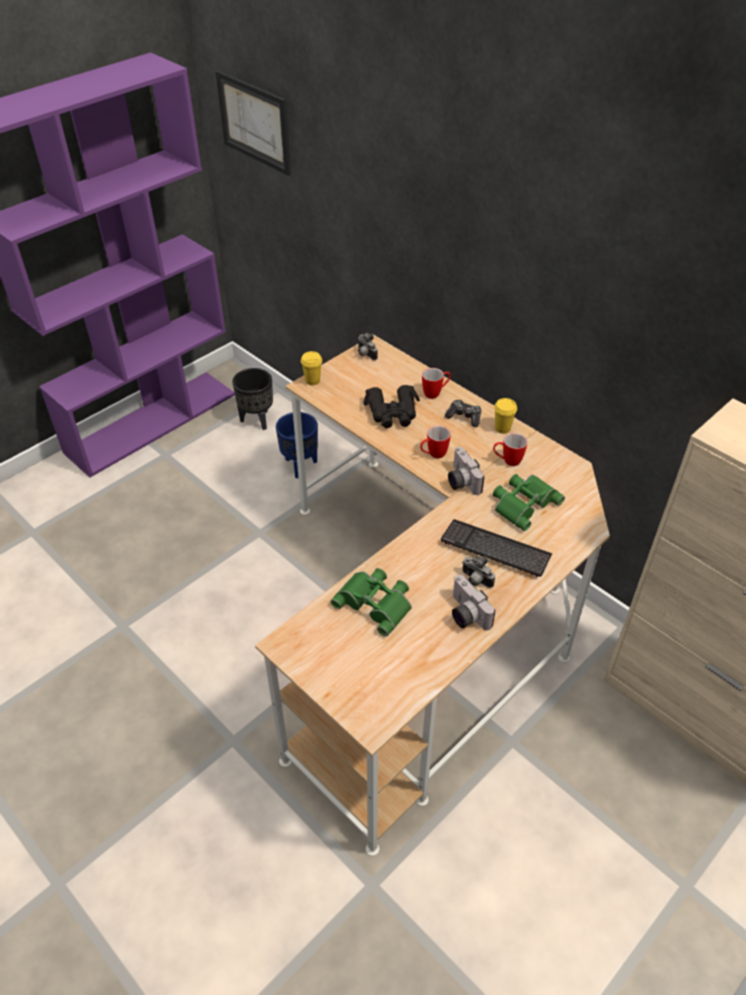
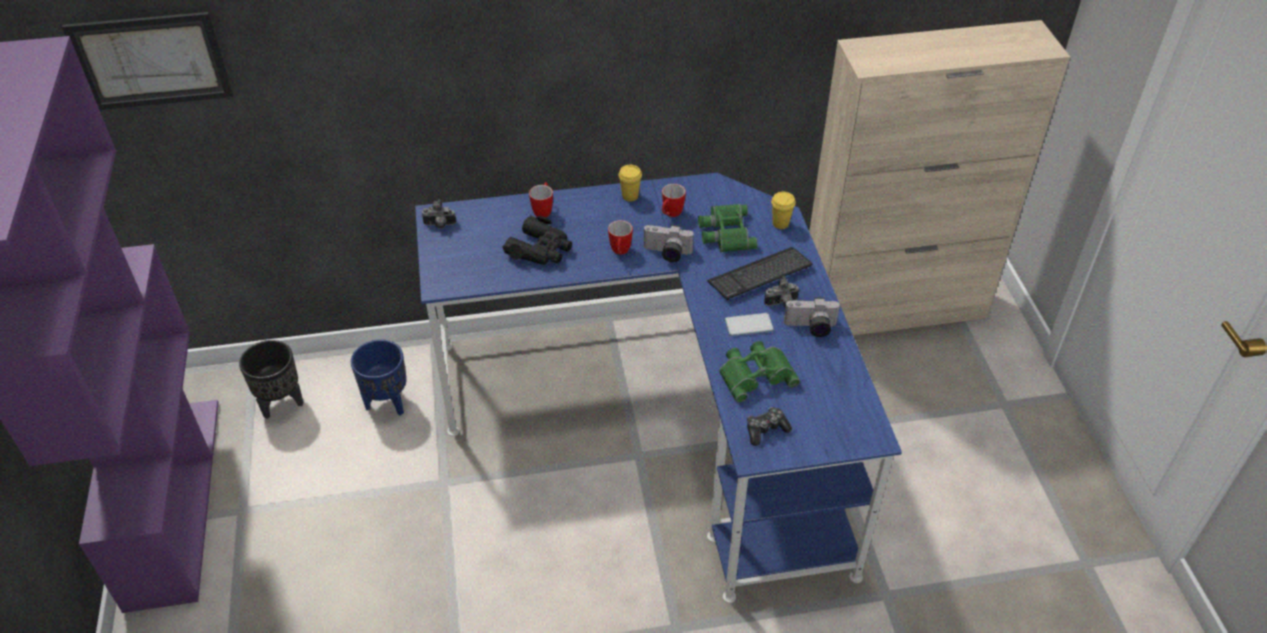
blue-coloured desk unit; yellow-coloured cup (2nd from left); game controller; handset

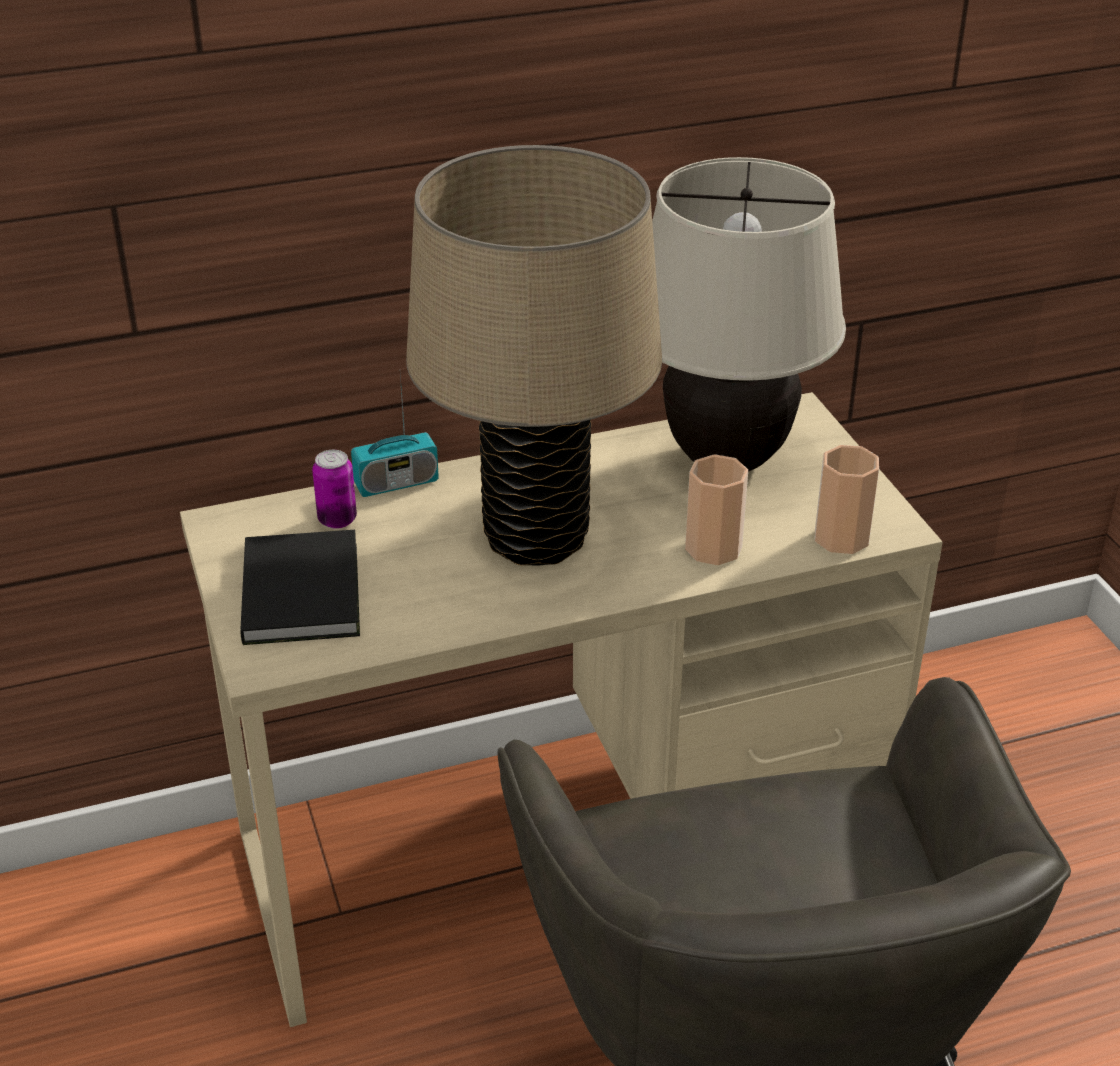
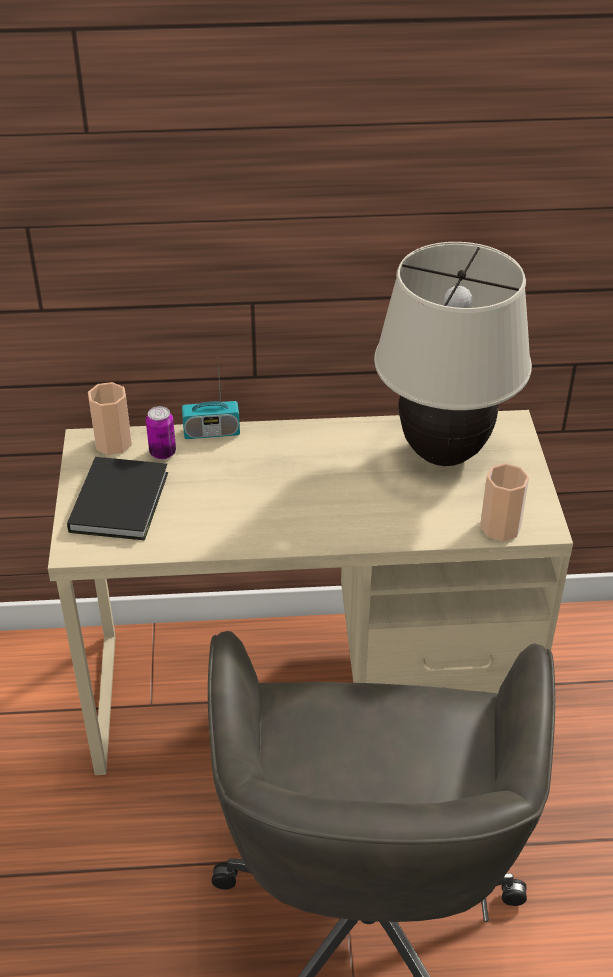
sand-coloured table lamp (1st from left in the first image); cup (1st from left)

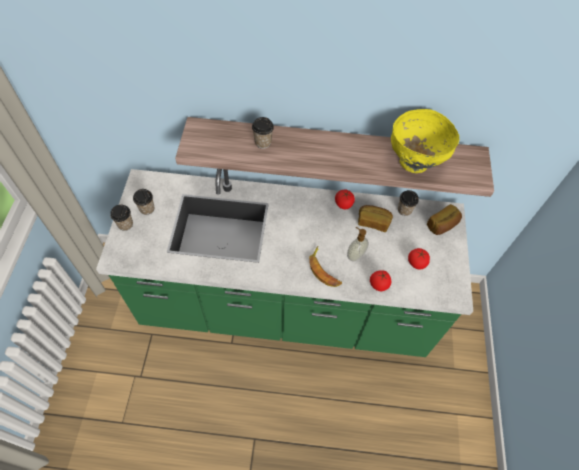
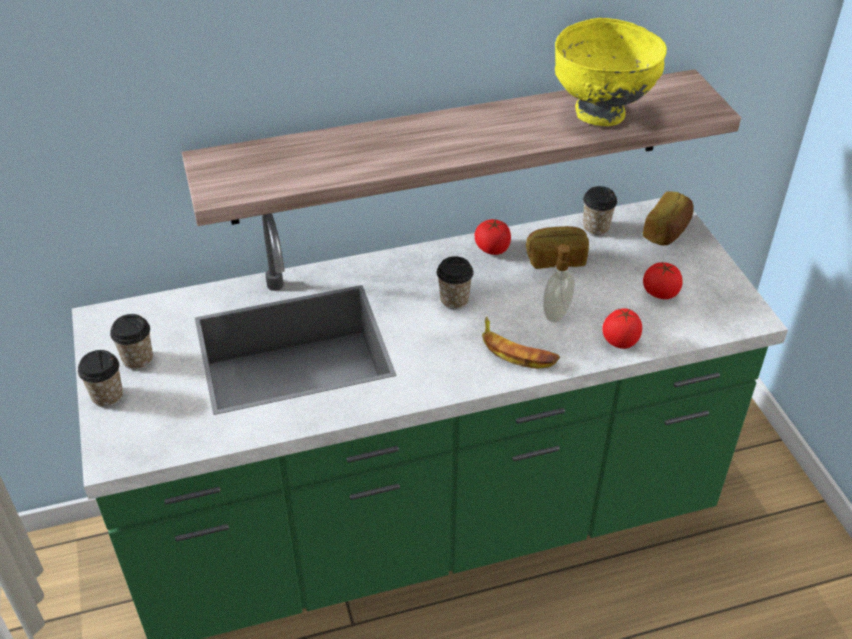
cup (3rd from left)

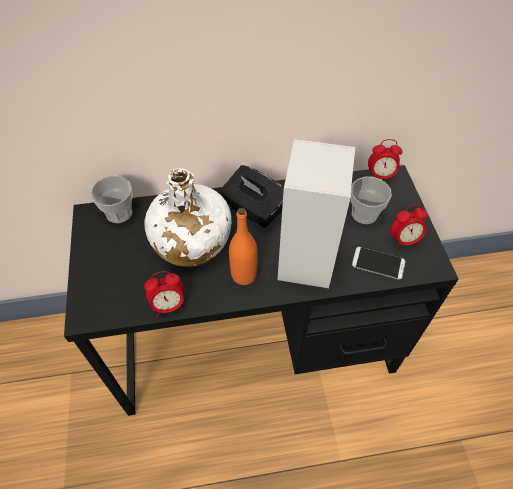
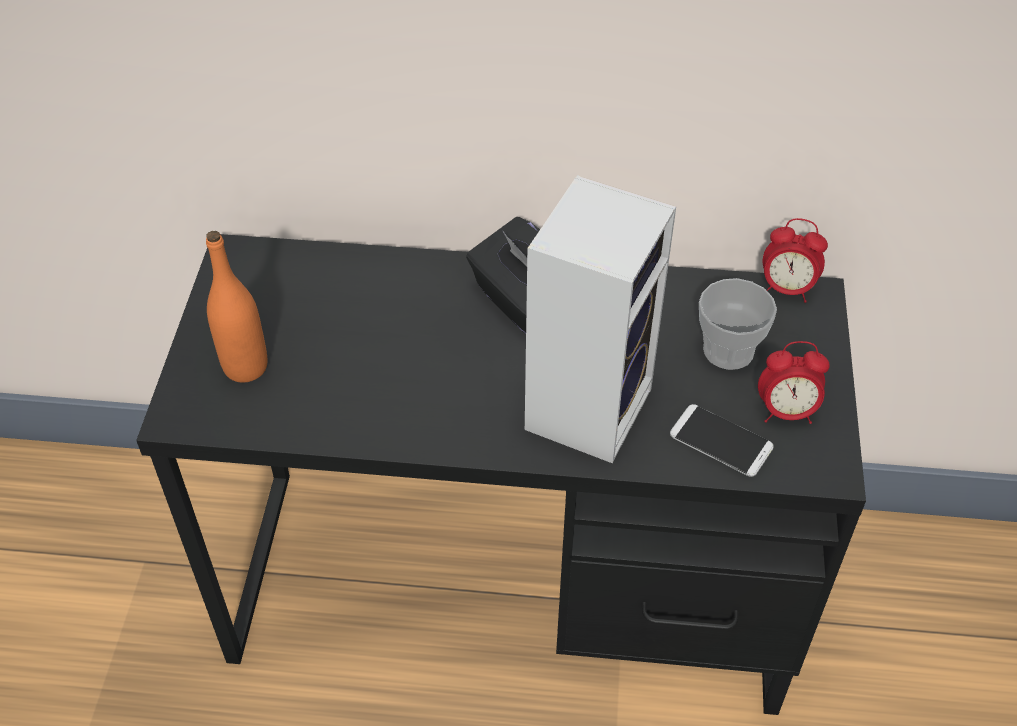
white-coloured bottle; cup (1st from left in the first image); orange-coloured bottle; bedside clock (1st from left in the first image)

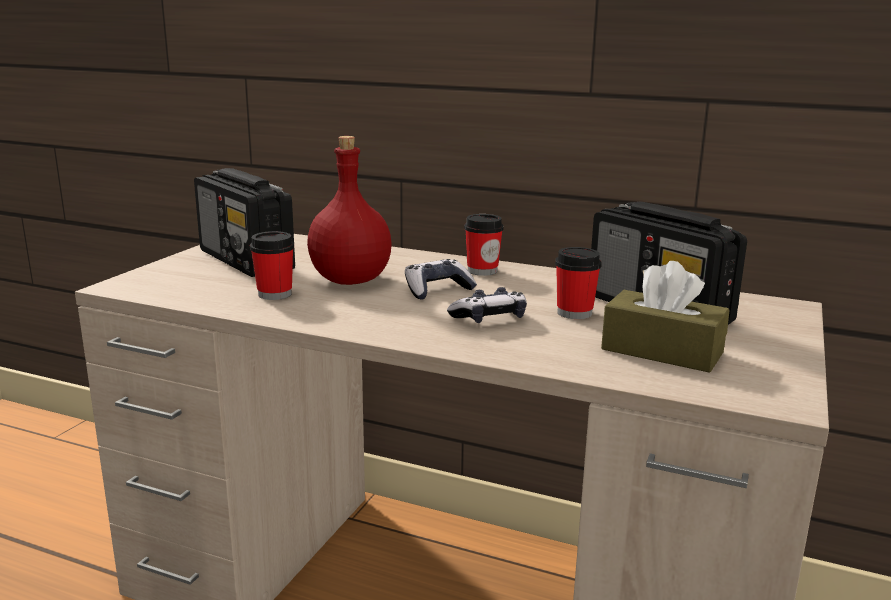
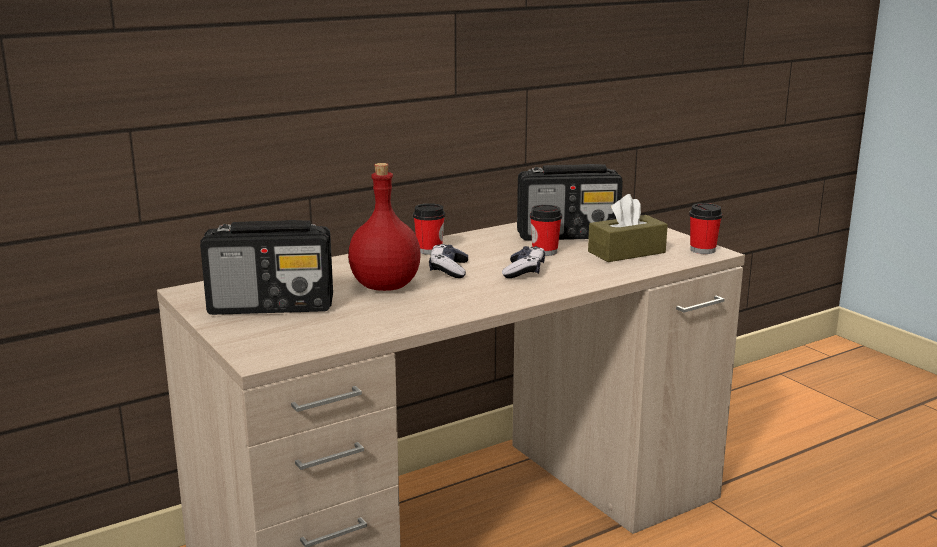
cup (3rd from left)

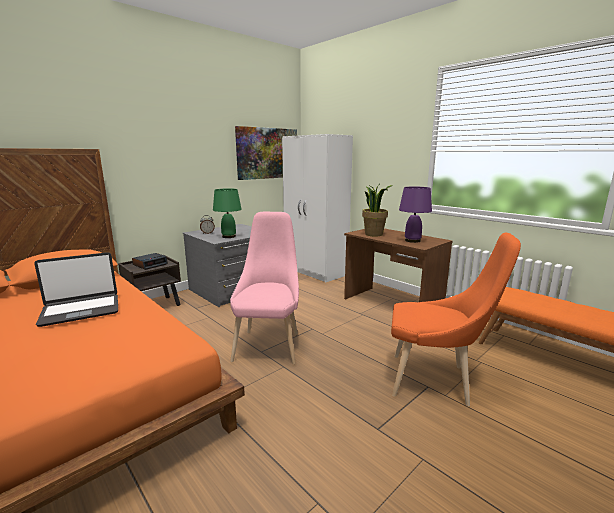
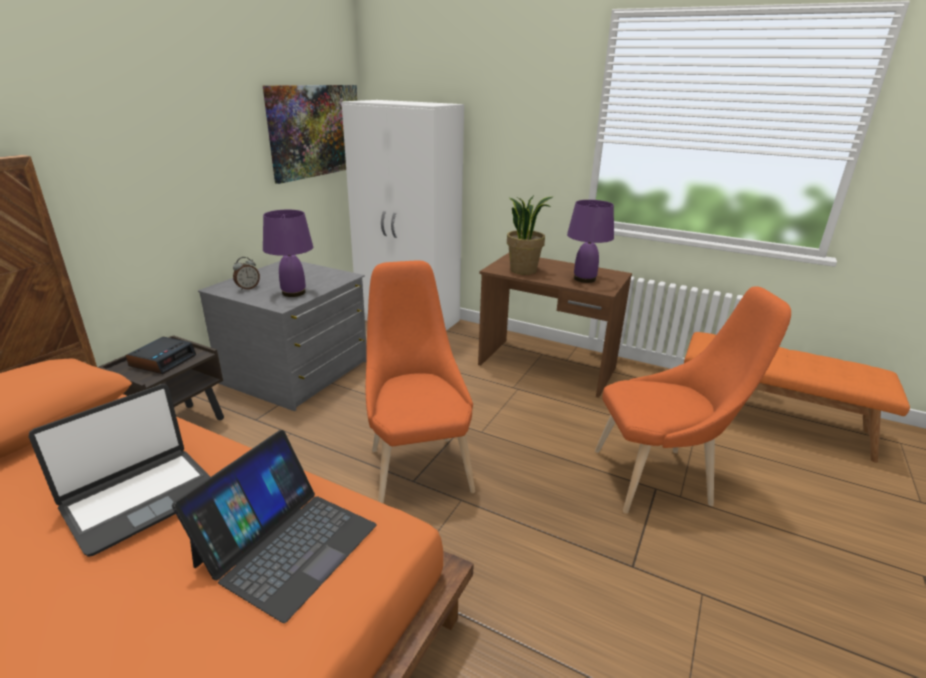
purplish table lamp (1st from left); orange-coloured upright chair (1st from left); notebook computer (2nd from left)

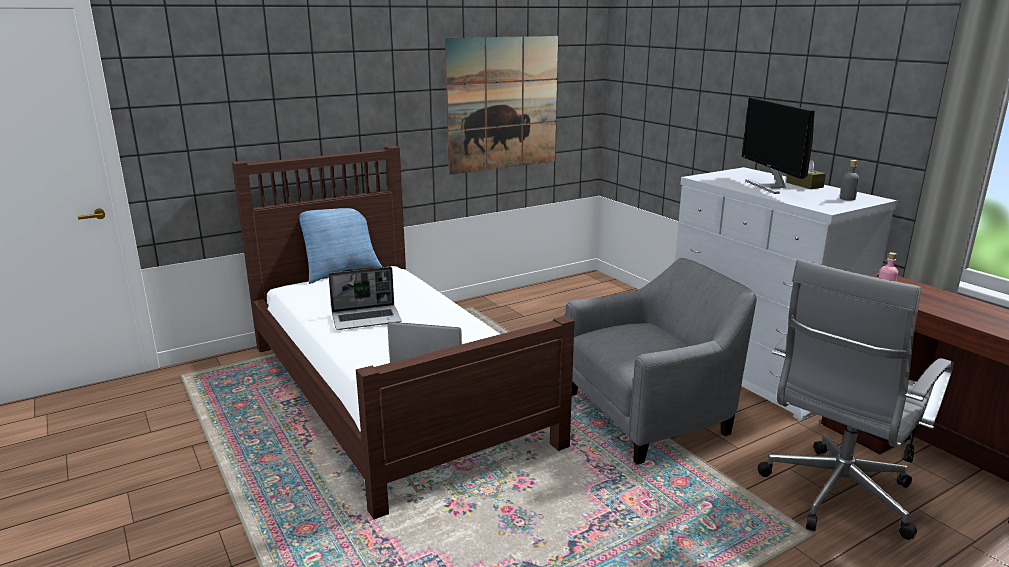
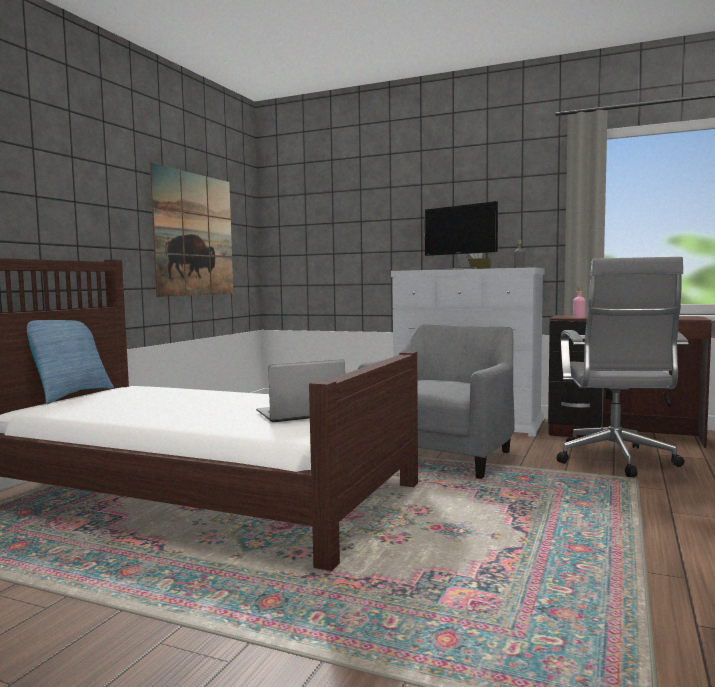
notebook computer (1st from left in the first image)

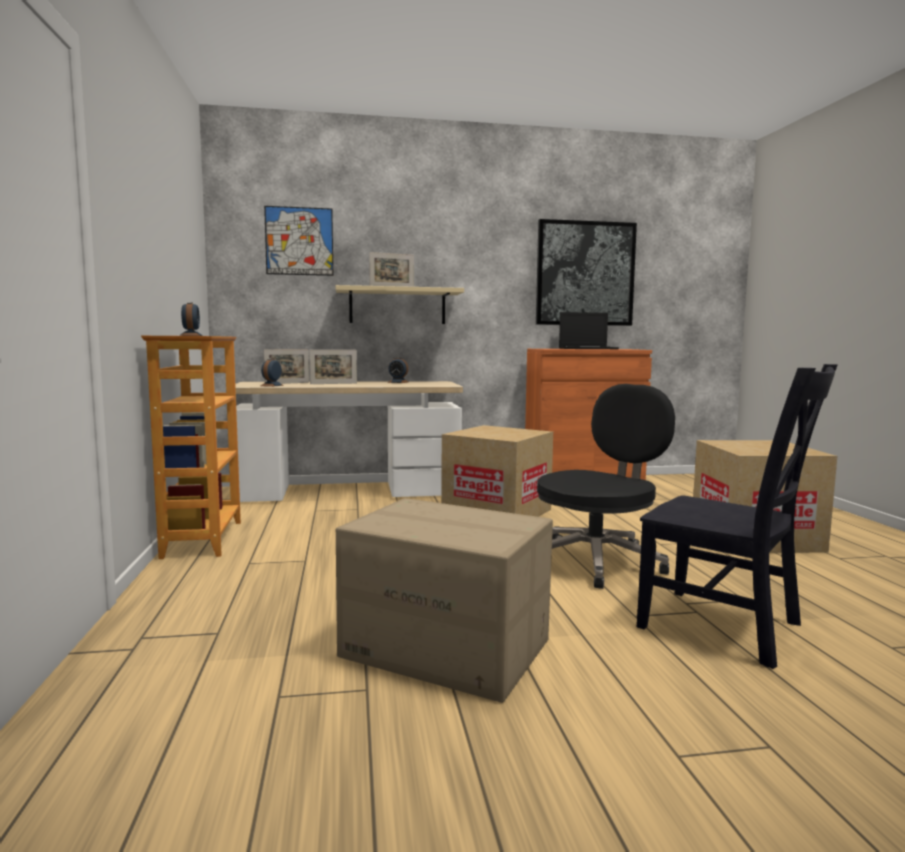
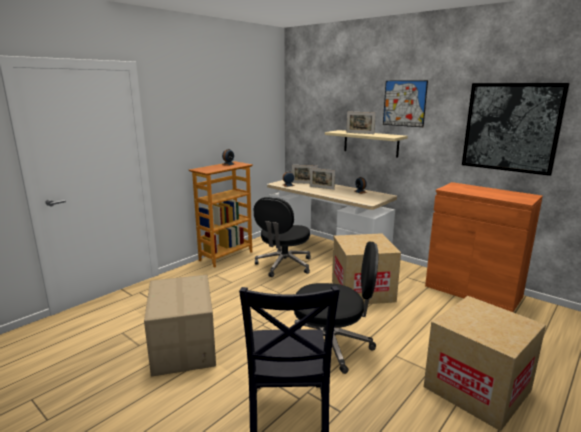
picture (1st from left); notebook computer; black-coloured computer chair (1st from left)

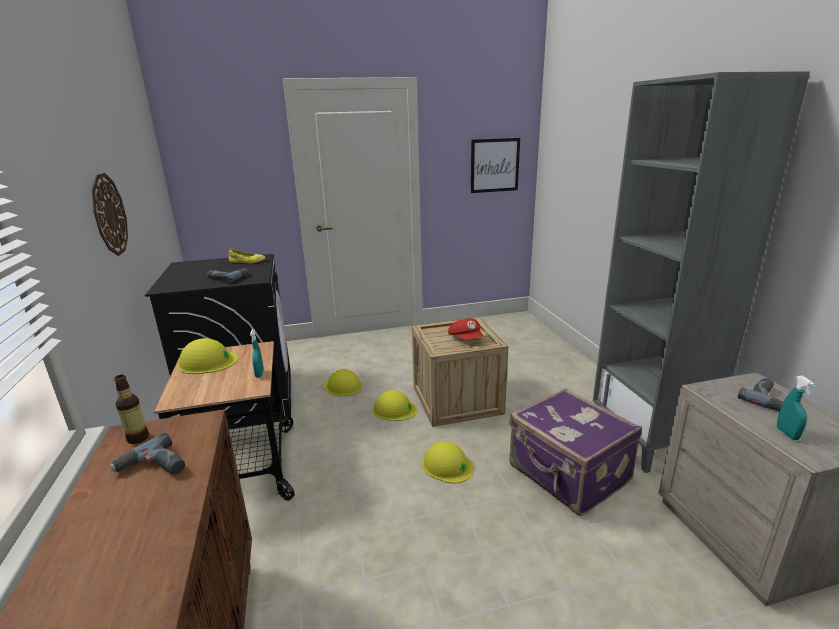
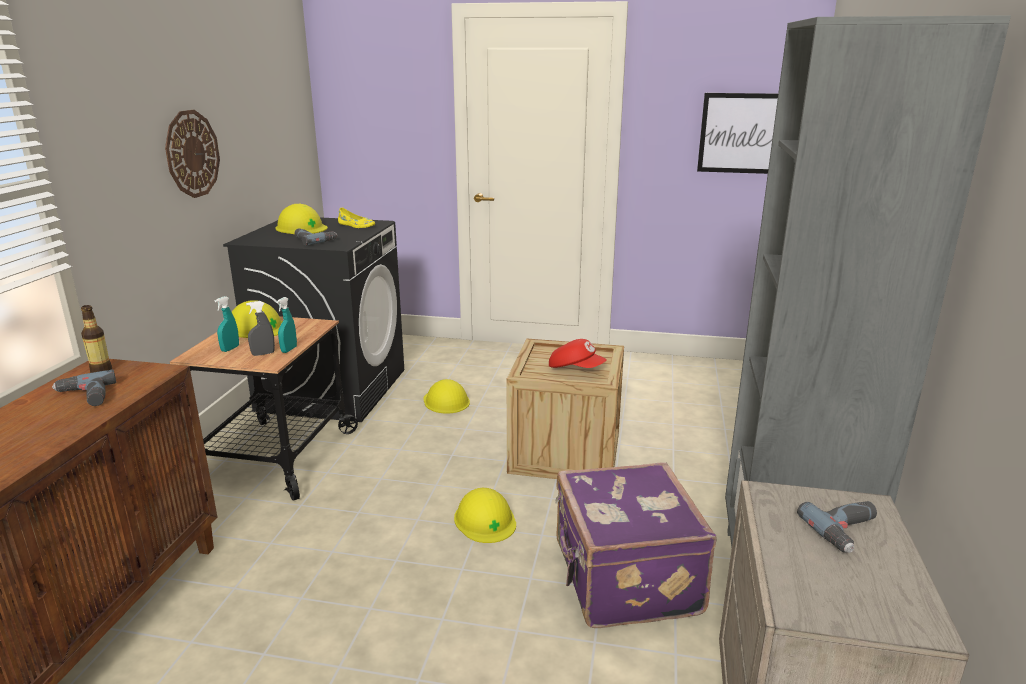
red peaked cap; blue-green hand sprayer (1st from left); yellow-coloured hard hat (2nd from left); grey hand sprayer

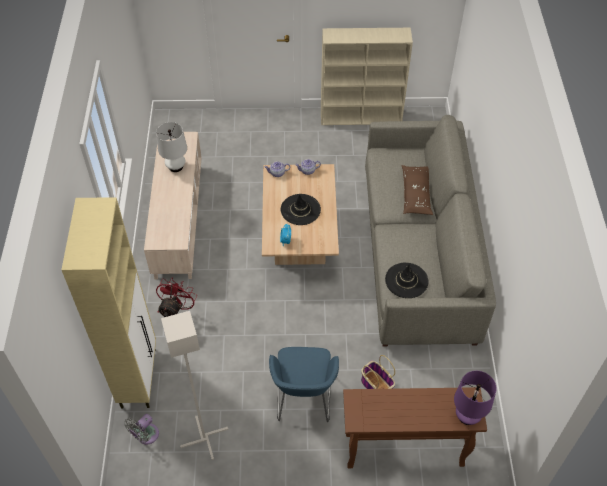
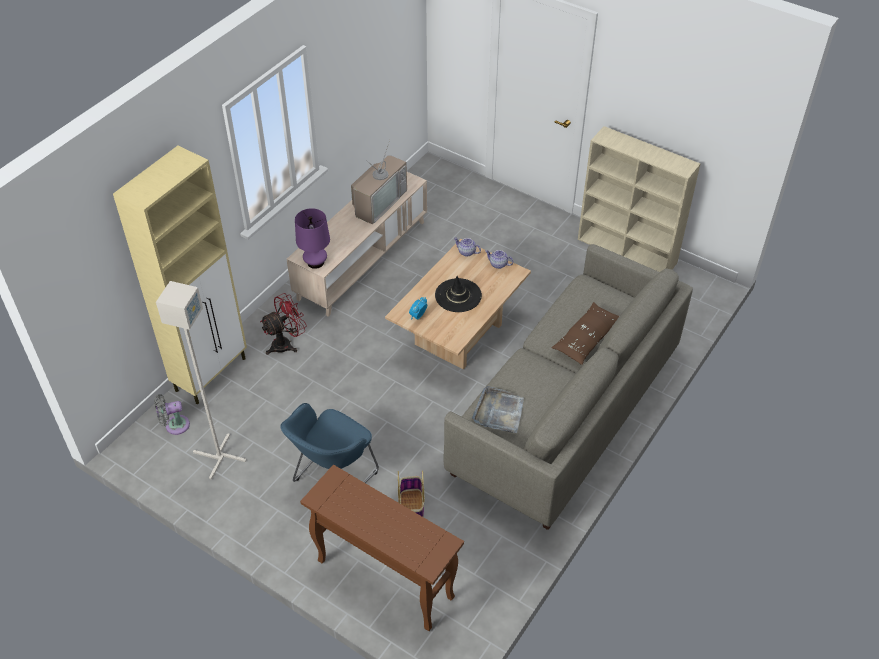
TV; grey tray; purplish table lamp

